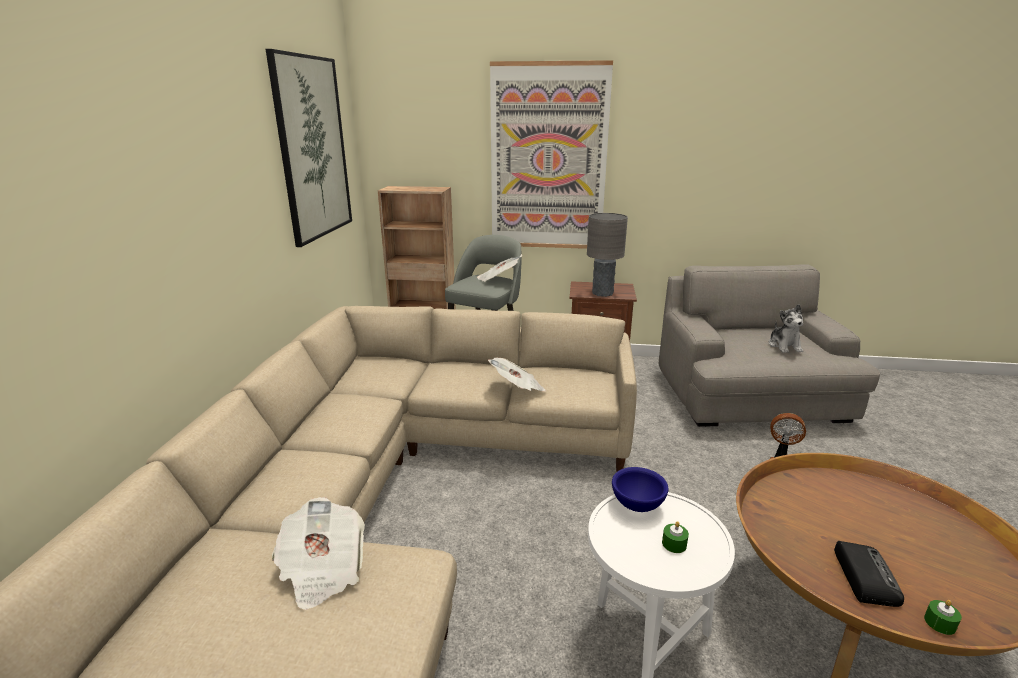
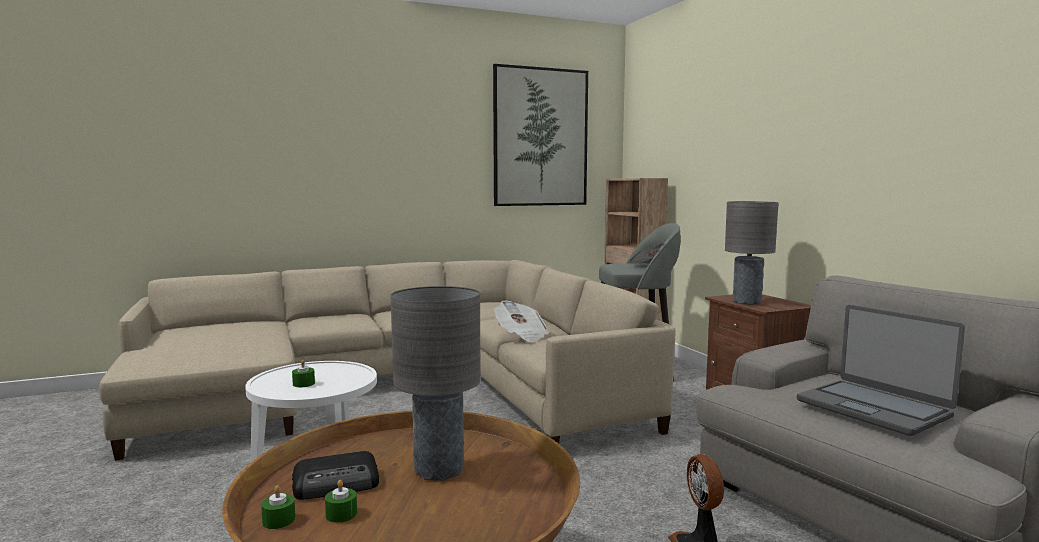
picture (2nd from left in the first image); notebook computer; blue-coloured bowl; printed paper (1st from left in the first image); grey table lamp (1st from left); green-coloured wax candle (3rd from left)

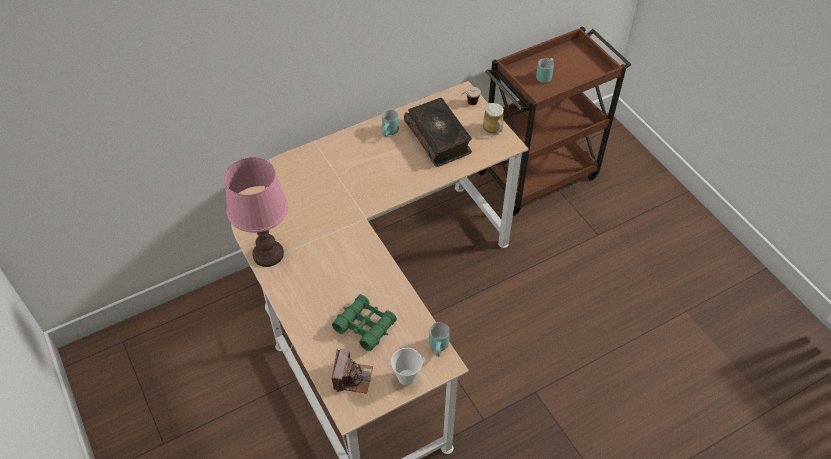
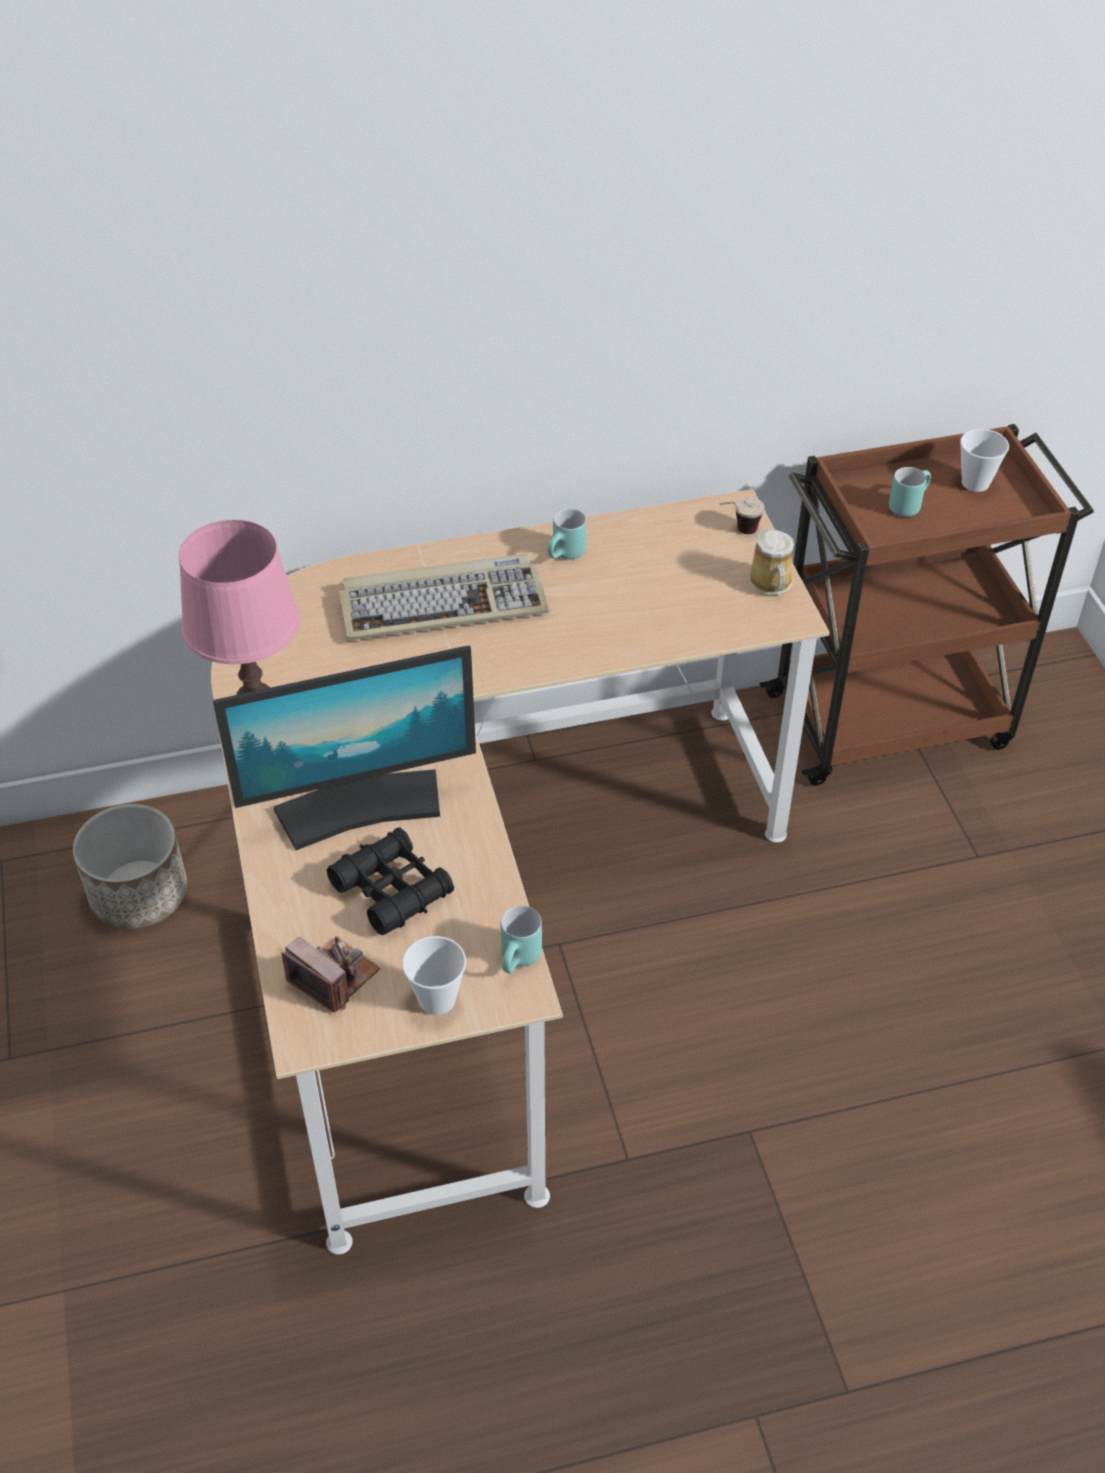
bound book; black-coloured pair of binoculars; photo camera; cup (3rd from left); PC keyboard; monitor; plant pot

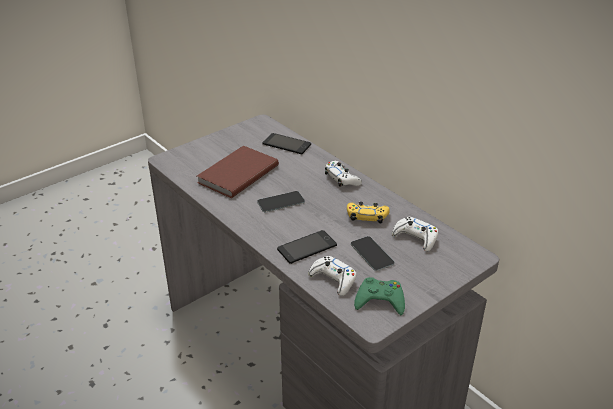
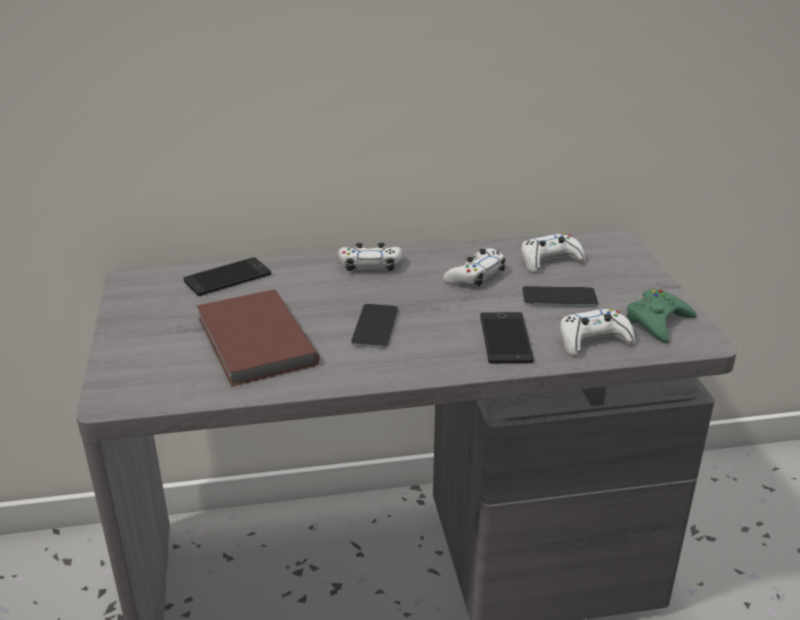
white-coloured game controller (2nd from left)

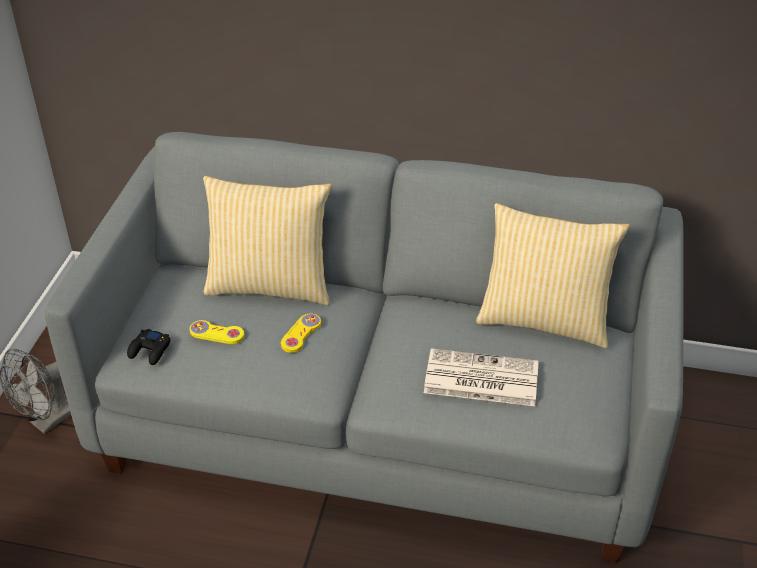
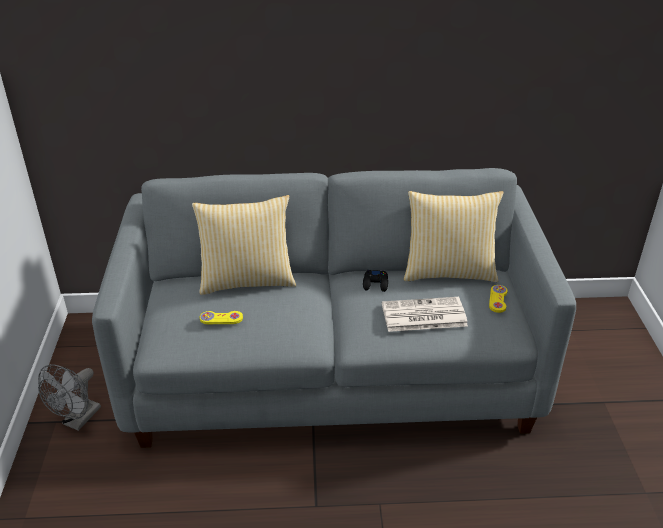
yellow-coloured game controller (2nd from left); black-coloured game controller

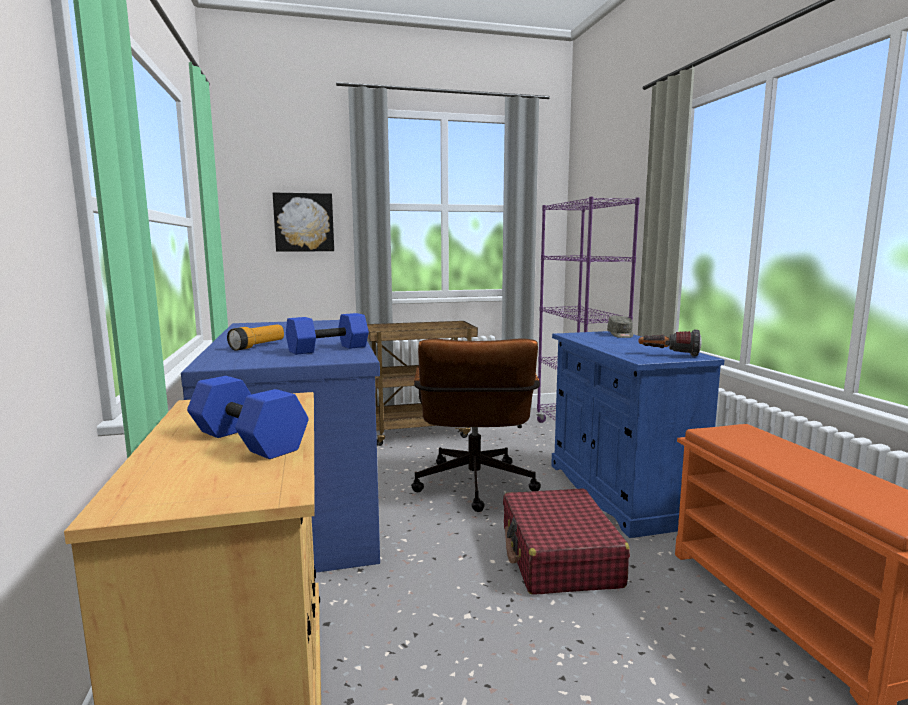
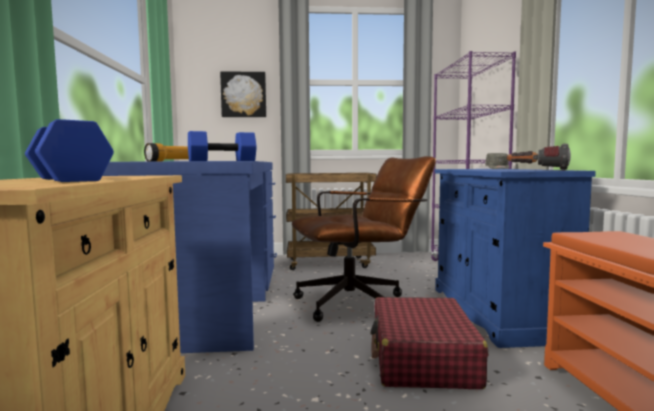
brown-coloured computer chair

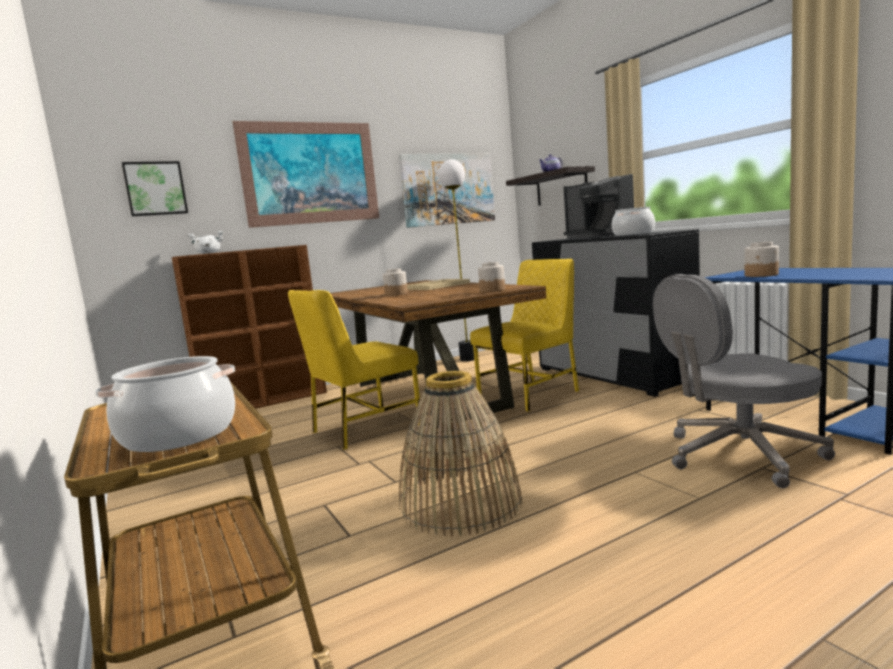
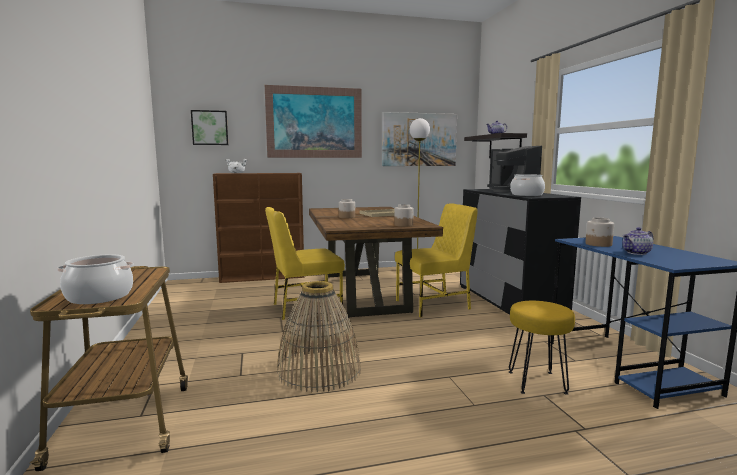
yellow-coloured sitting stool; teapot (2nd from left)

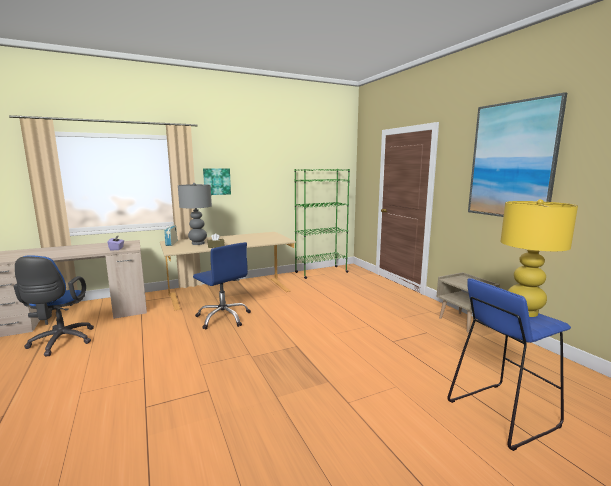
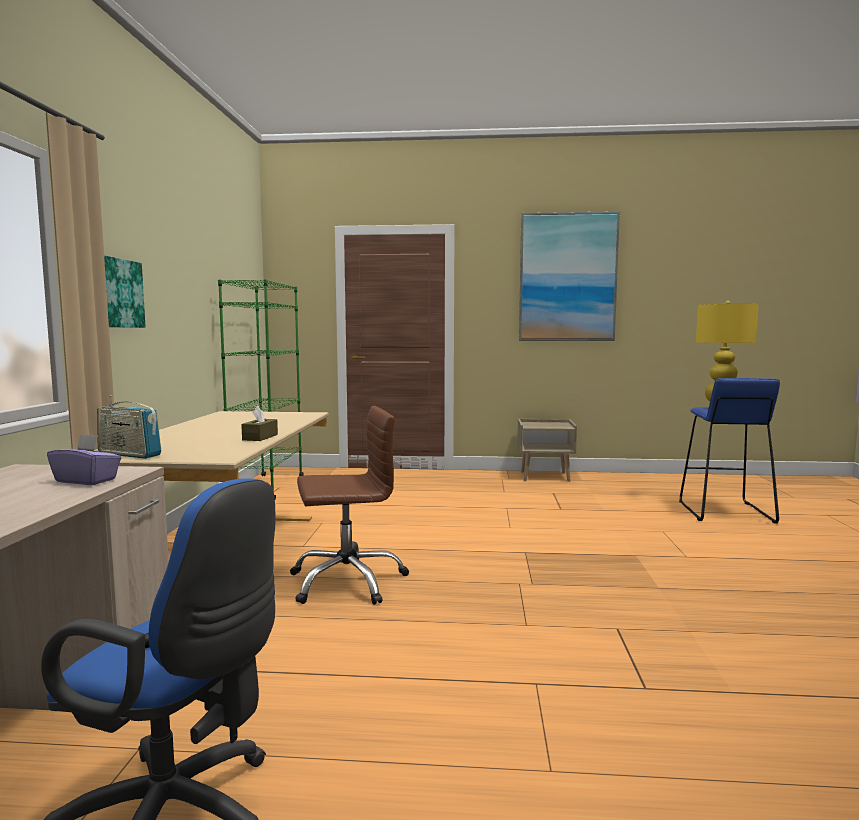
grey table lamp; brown-coloured computer chair

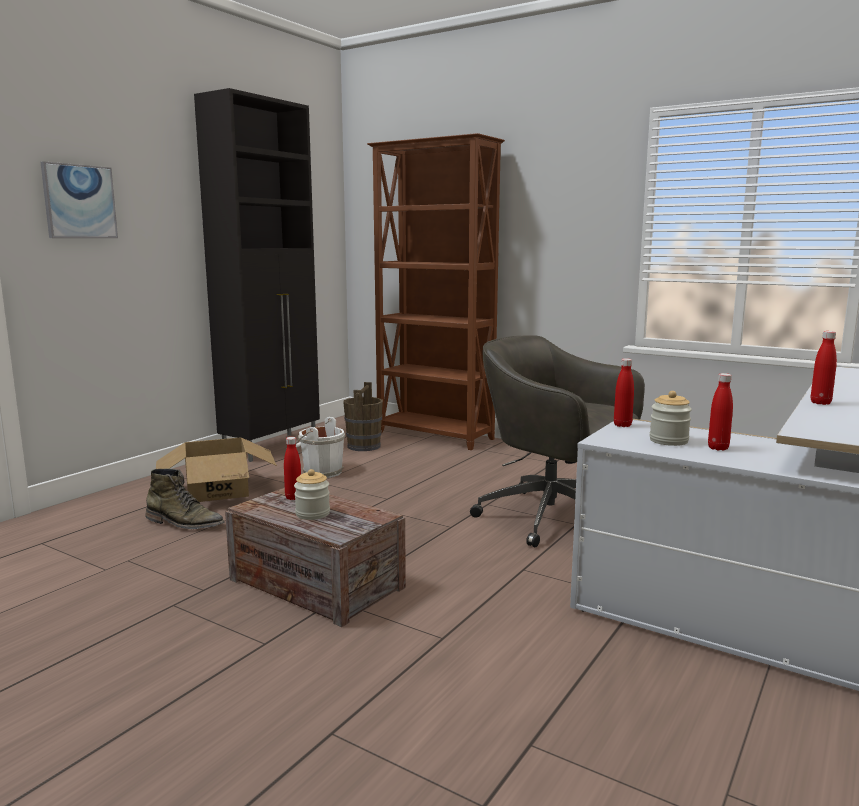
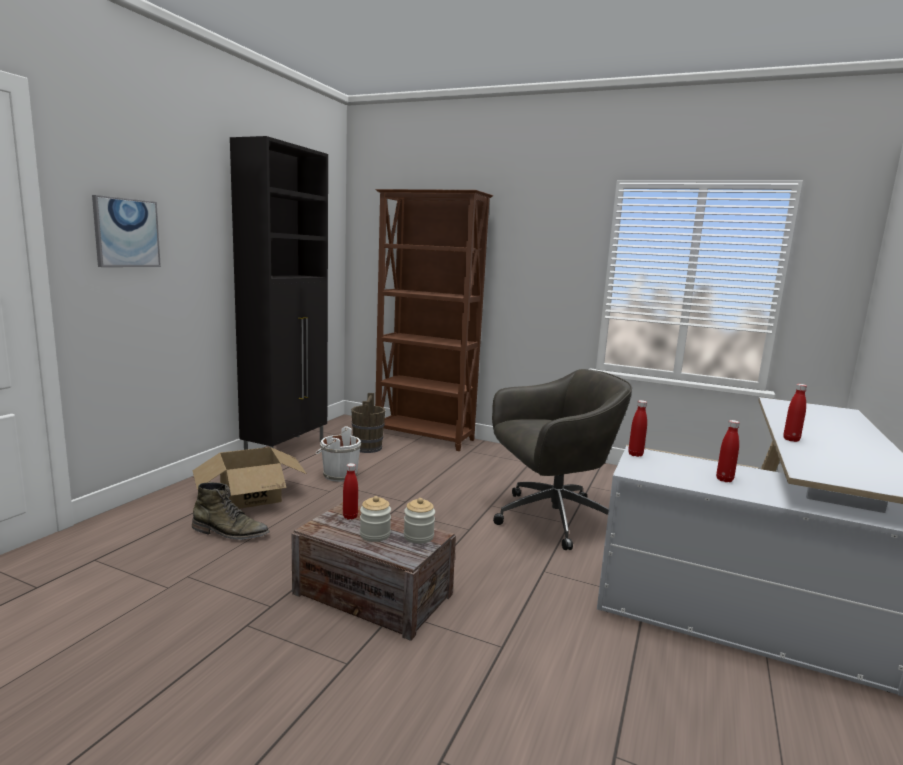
grey computer chair; preserve jar (2nd from left)

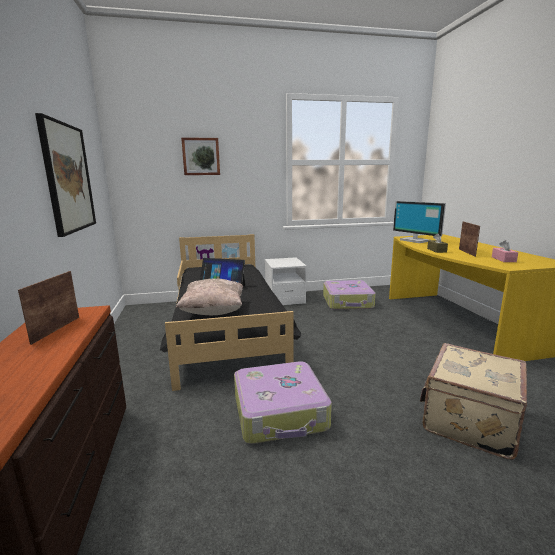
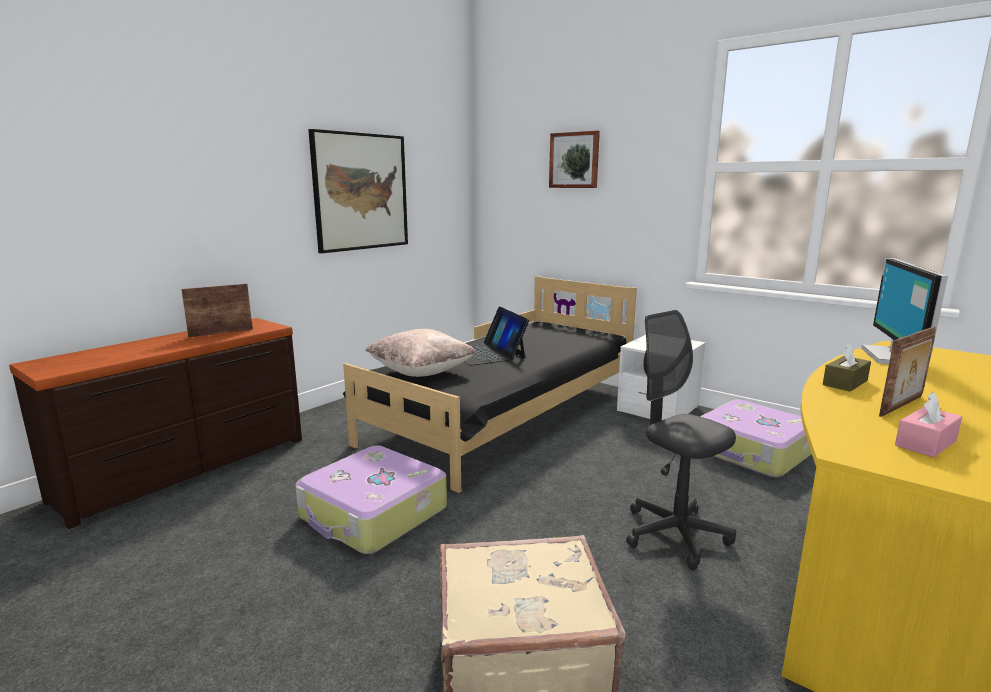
grey computer chair

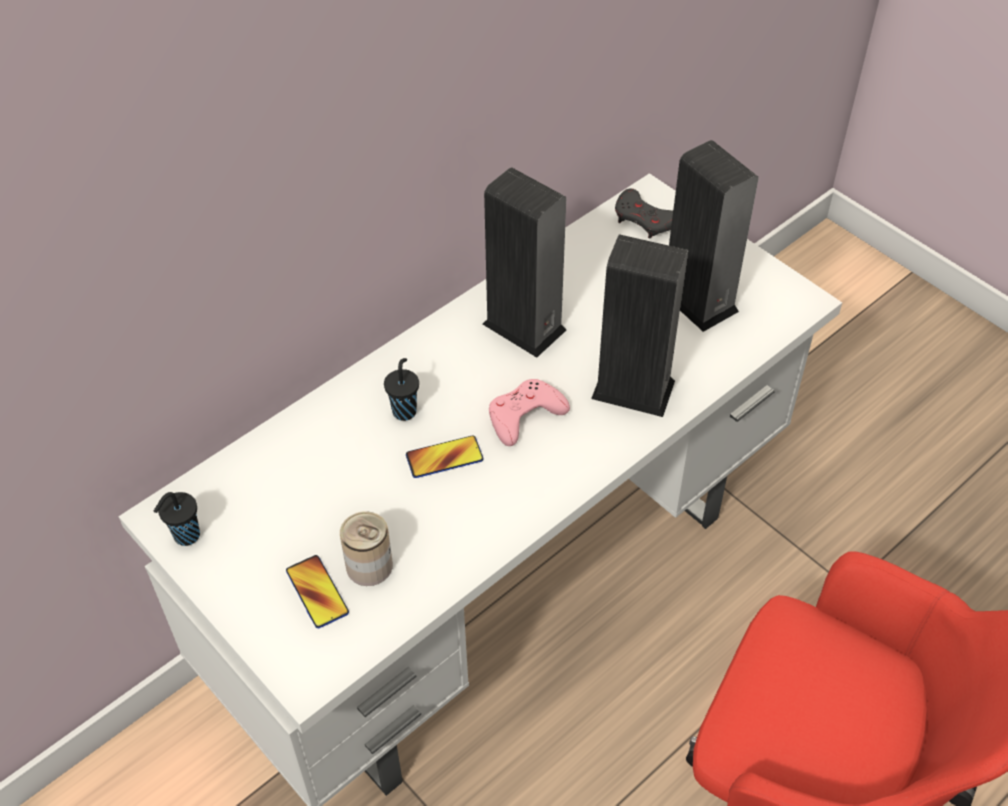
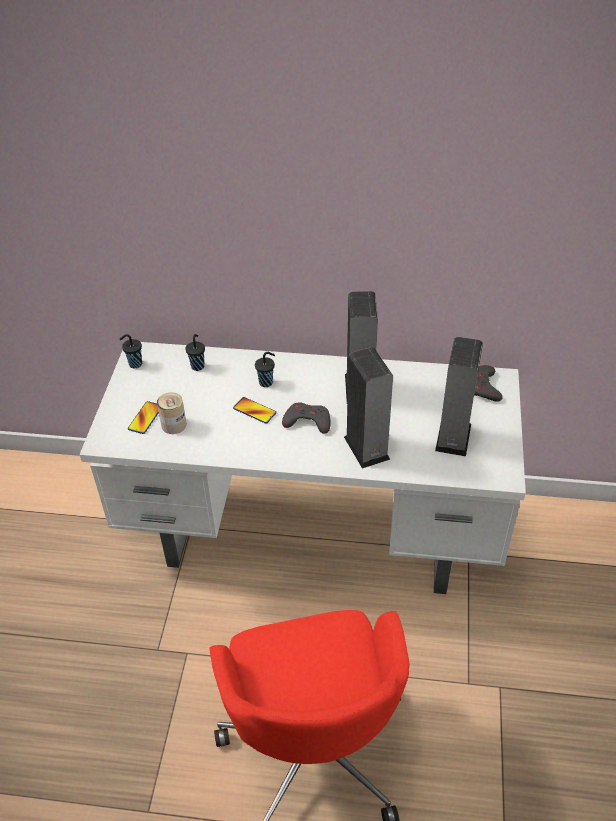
grey game controller (1st from left); black-coloured cup (2nd from left)

